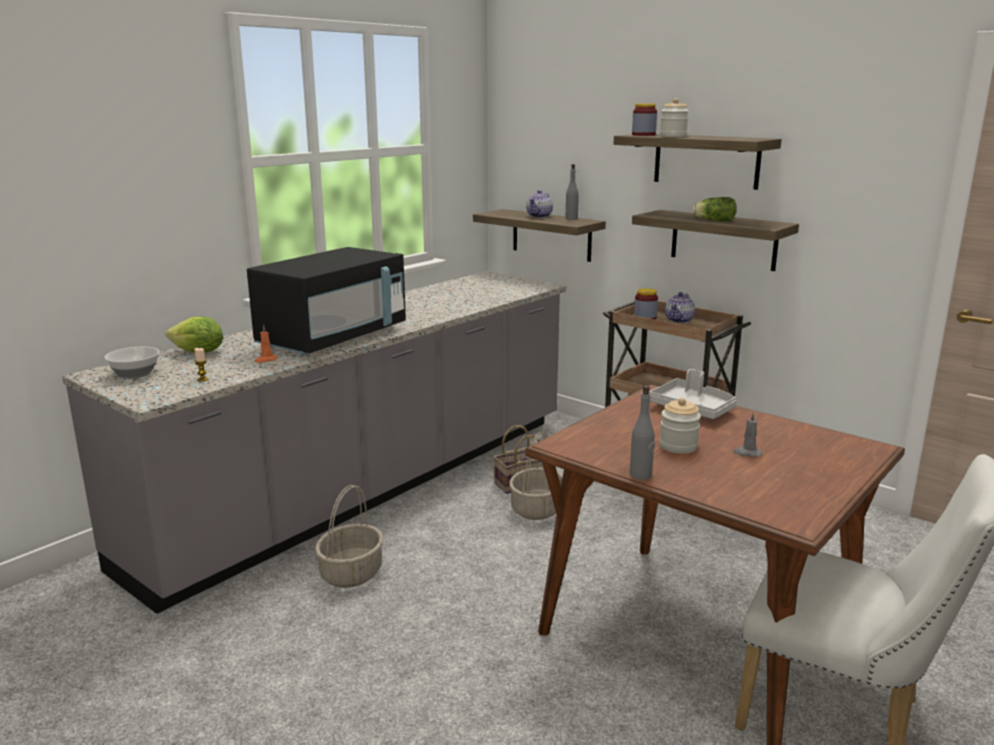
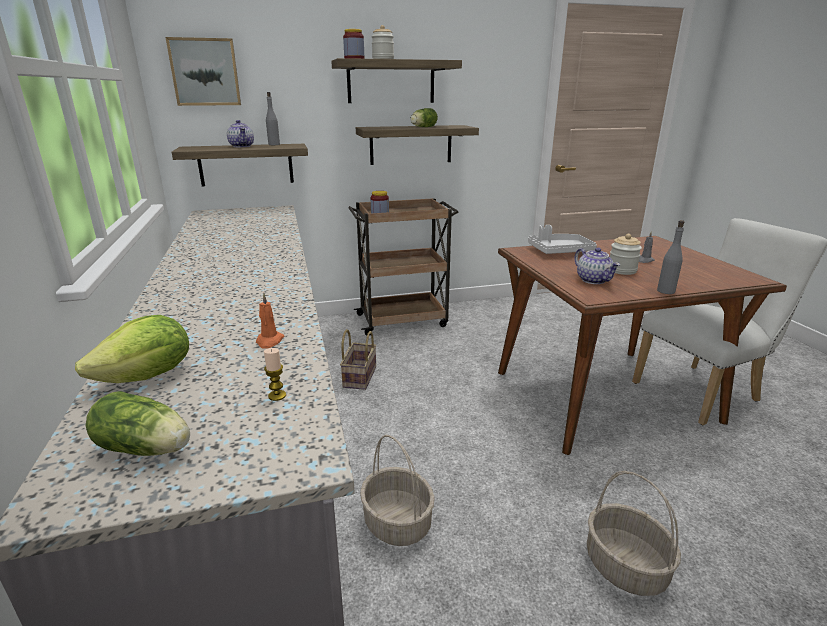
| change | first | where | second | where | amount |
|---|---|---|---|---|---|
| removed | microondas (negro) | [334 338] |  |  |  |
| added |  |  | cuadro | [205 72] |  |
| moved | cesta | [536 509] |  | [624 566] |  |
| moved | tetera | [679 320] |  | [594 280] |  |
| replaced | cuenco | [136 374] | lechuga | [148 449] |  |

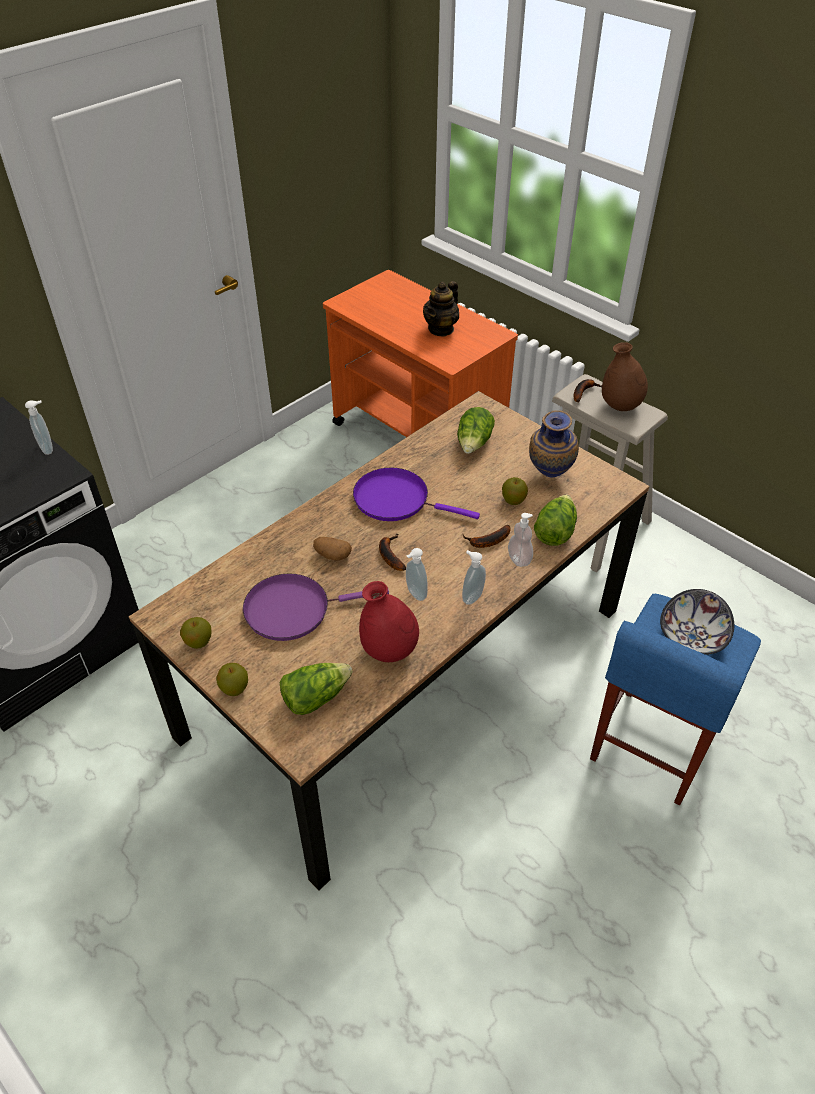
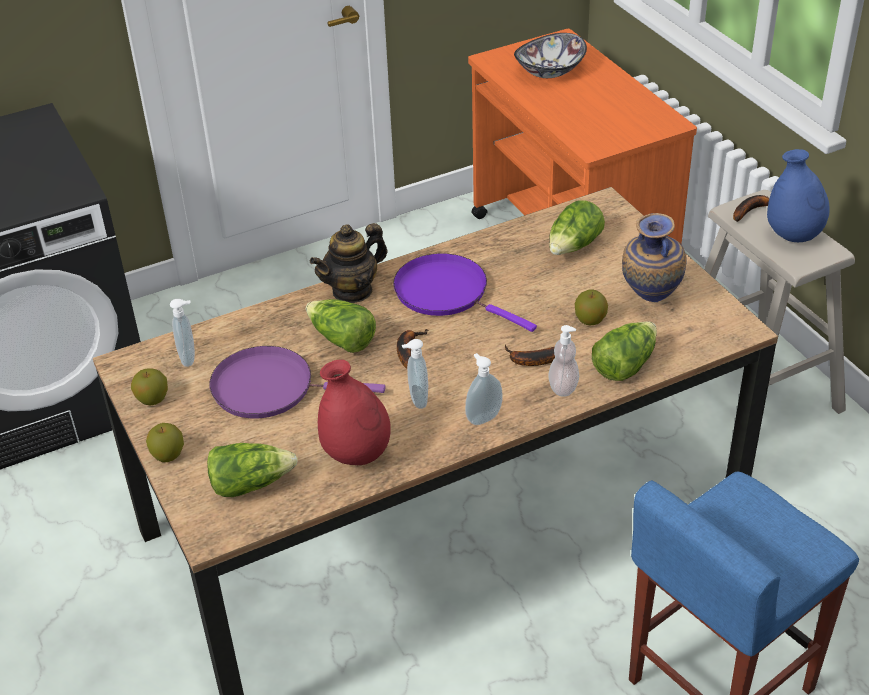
| change | first | where | second | where | amount |
|---|---|---|---|---|---|
| moved | dispensador de jabón | [48 448] |  | [190 358] |  |
| moved | tetera | [441 329] |  | [352 291] |  |
| moved | cuenco | [692 637] |  | [550 72] |  |
| replaced | patata | [332 555] | lechuga | [341 339] |  |
| recoloured | florero (marrón) | [620 406] | florero (azul) | [793 236] |  |

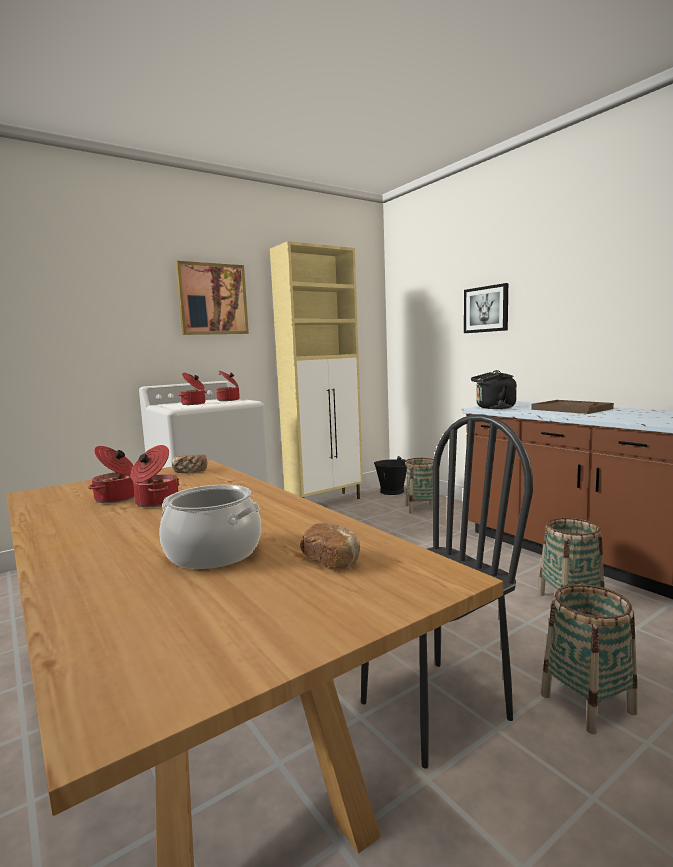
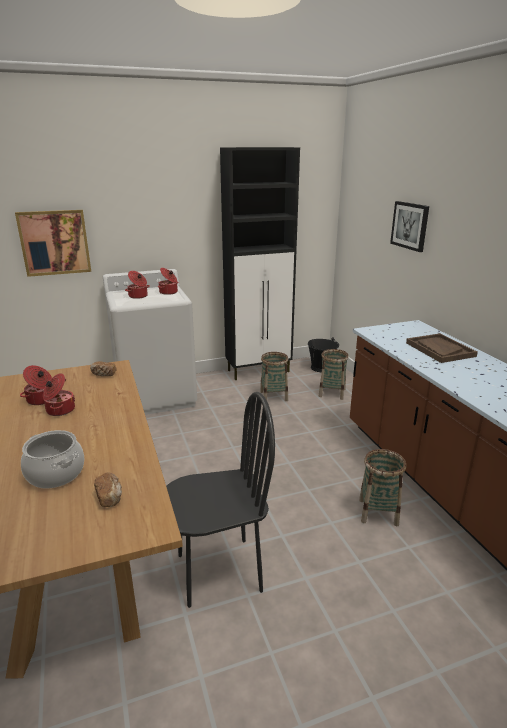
| change | first | where | second | where | amount |
|---|---|---|---|---|---|
| removed | hervidor (negro) | [493 408] |  |  |  |
| moved | cuadro | [212 299] |  | [55 242] |  |
| moved | cesta | [587 703] |  | [274 396] |  |
| recoloured | armario (beis) | [325 502] | armario (negro) | [259 371] |  |

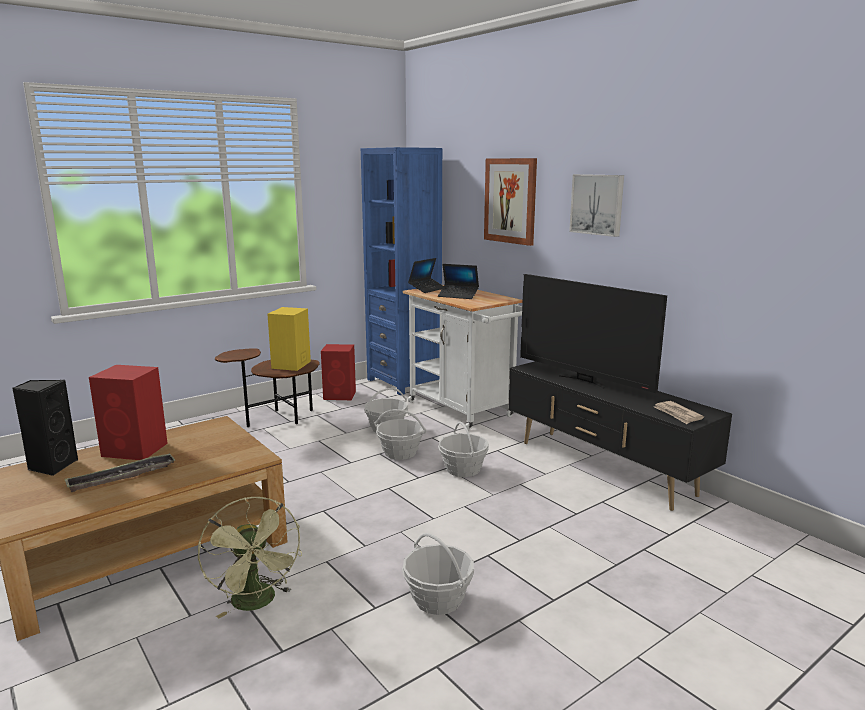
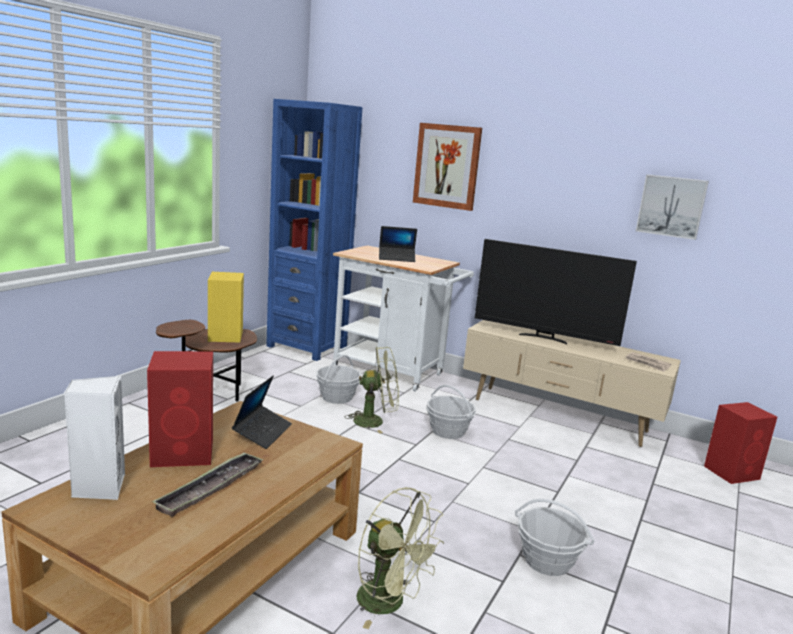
| change | first | where | second | where | amount |
|---|---|---|---|---|---|
| moved | altavoz (rojo) | [340 395] |  | [732 472] |  |
| moved | portátil | [427 289] |  | [262 432] |  |
| moved | cuadro | [597 204] |  | [671 206] |  |
| replaced | cesta | [400 453] | ventilador (verde) | [375 421] |  |
| recoloured | altavoz (negro) | [52 466] | altavoz (blanco) | [99 488] |  |
| recoloured | mueble de televisión (negro) | [603 468] | mueble de televisión (beis) | [559 416] |  |

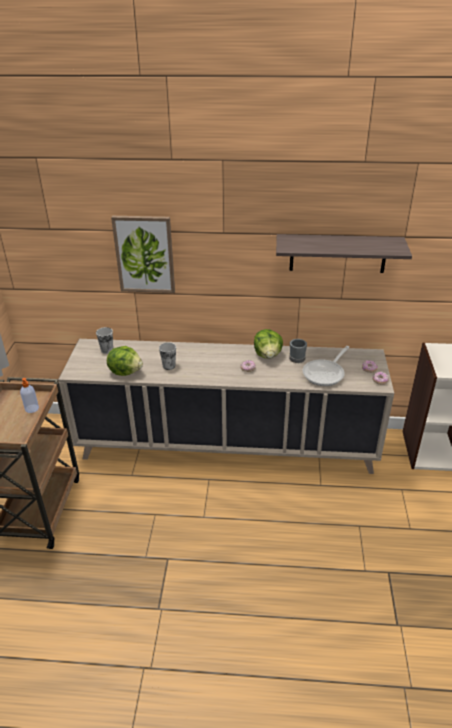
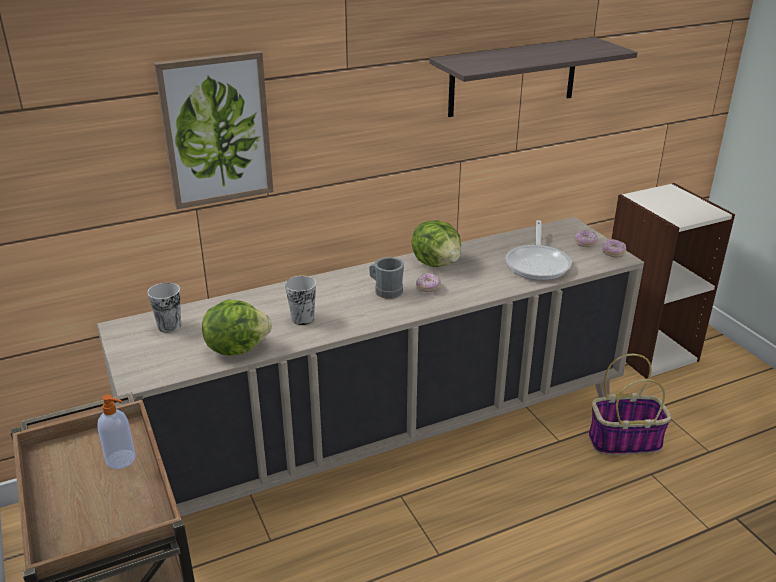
| change | first | where | second | where | amount |
|---|---|---|---|---|---|
| added |  |  | cesta | [625 441] |  |
| moved | taza grande (gris) | [296 357] |  | [386 291] |  |

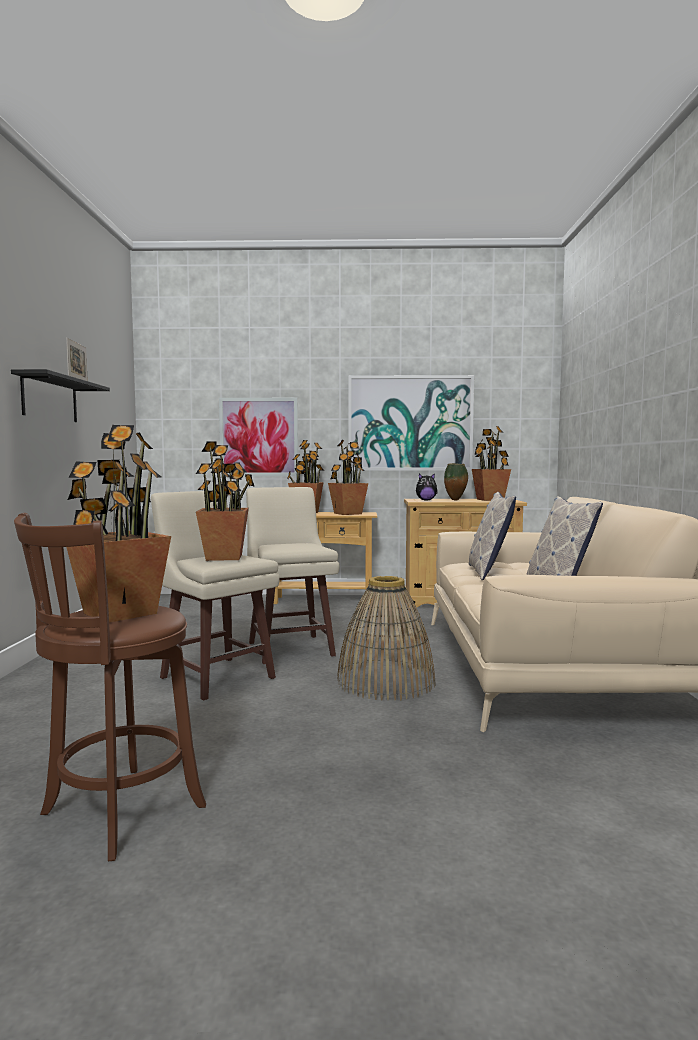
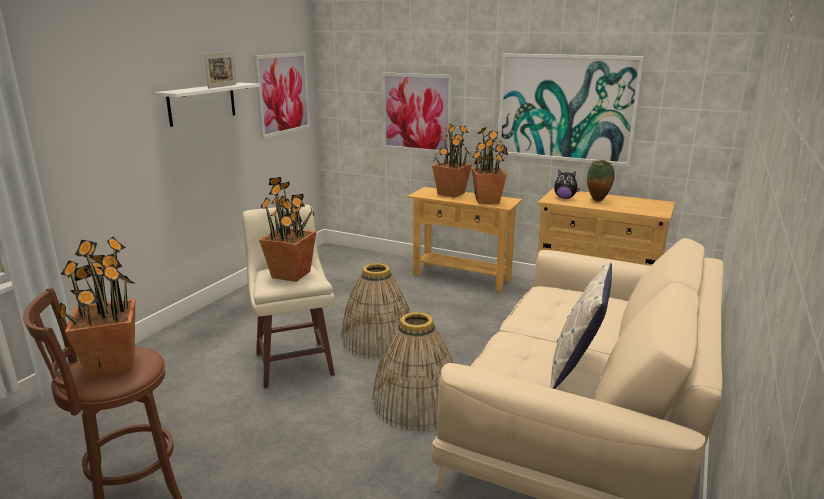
| change | first | where | second | where | amount |
|---|---|---|---|---|---|
| removed | cojín | [489 572] |  |  |  |
| removed | planta en maceta | [489 499] |  |  |  |
| added |  |  | cuadro | [283 94] |  |
| replaced | taburete (beis) | [290 648] | cesta | [378 340] |  |
| recoloured | estante (negro) | [50 399] | estante (blanco) | [202 103] |  |

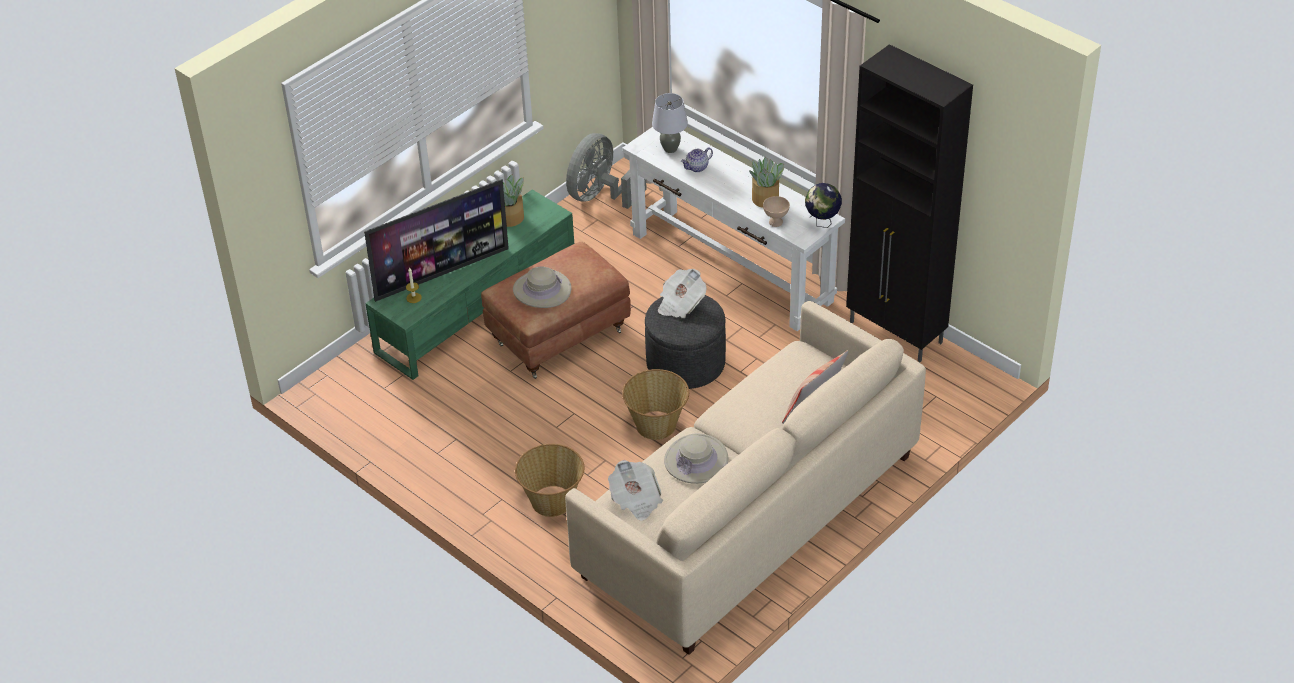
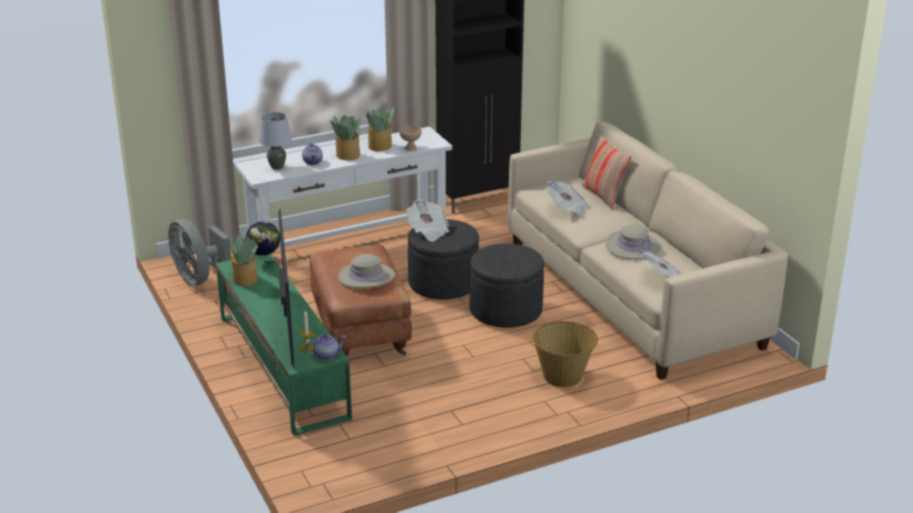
| change | first | where | second | where | amount |
|---|---|---|---|---|---|
| added |  |  | tetera | [326 355] |  |
| added |  |  | planta en maceta | [347 155] |  |
| added |  |  | periódico | [567 209] |  |
| moved | globo terráqueo | [822 223] |  | [264 261] |  |
| replaced | cesta | [656 425] | puf (gris) | [506 311] |  |

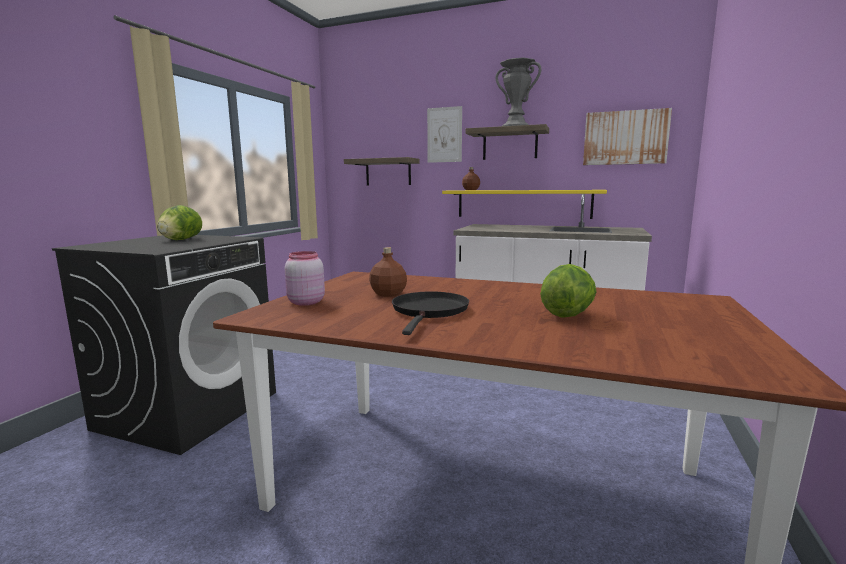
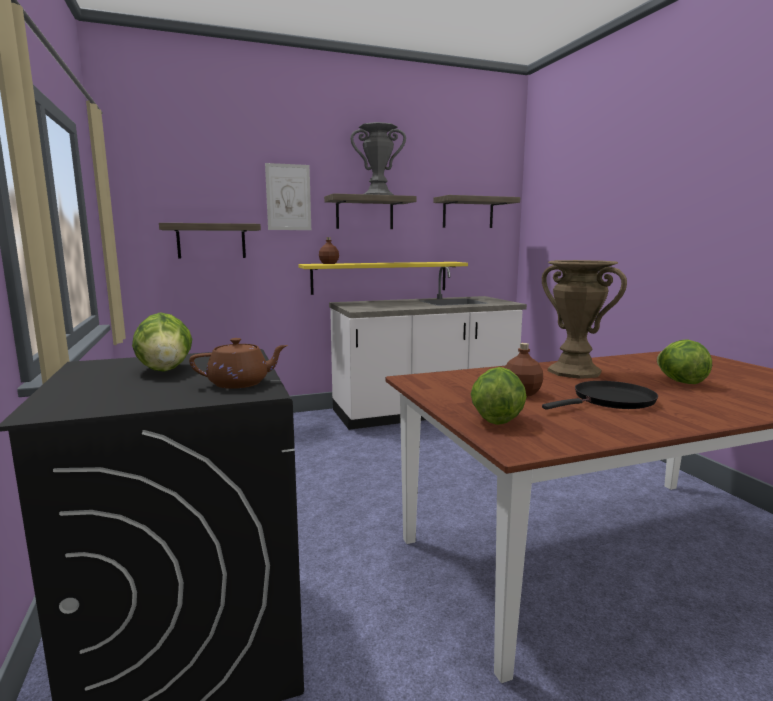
| change | first | where | second | where | amount |
|---|---|---|---|---|---|
| added |  |  | tetera (marrón) | [240 383] |  |
| added |  |  | florero (marrón) | [574 371] |  |
| replaced | tarro (rosa) | [305 302] | lechuga | [496 420] |  |
| replaced | cuadro | [625 138] | estante | [468 213] |  |
| turned | sartén (negro) | [429 311] |  | [610 401] | 90 degrees clockwise |

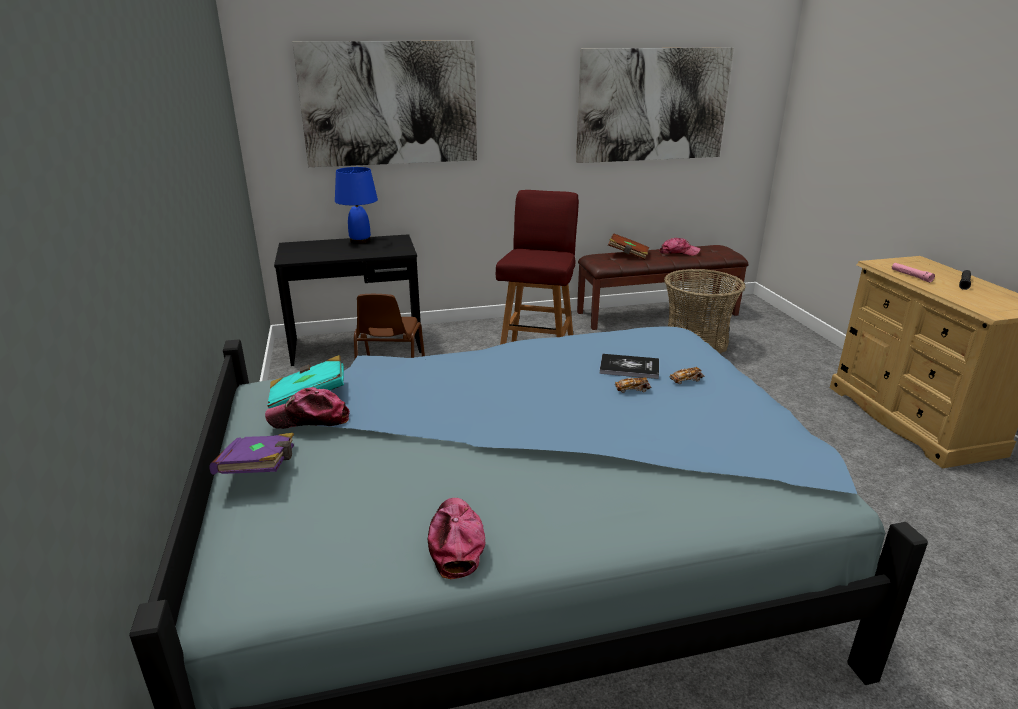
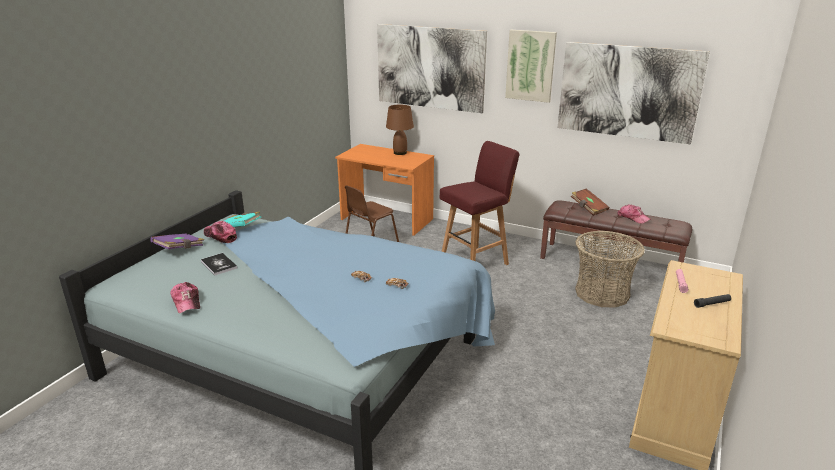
| change | first | where | second | where | amount |
|---|---|---|---|---|---|
| added |  |  | cuadro | [530 65] |  |
| moved | libro | [629 367] |  | [219 265] |  |
| recoloured | escritorio (negro) | [357 346] | escritorio (naranja) | [386 219] |  |
| recoloured | lámpara de mesa (azul) | [360 241] | lámpara de mesa (marrón) | [399 153] |  |
| turned | gorra | [455 542] |  | [187 302] | 120 degrees clockwise |

